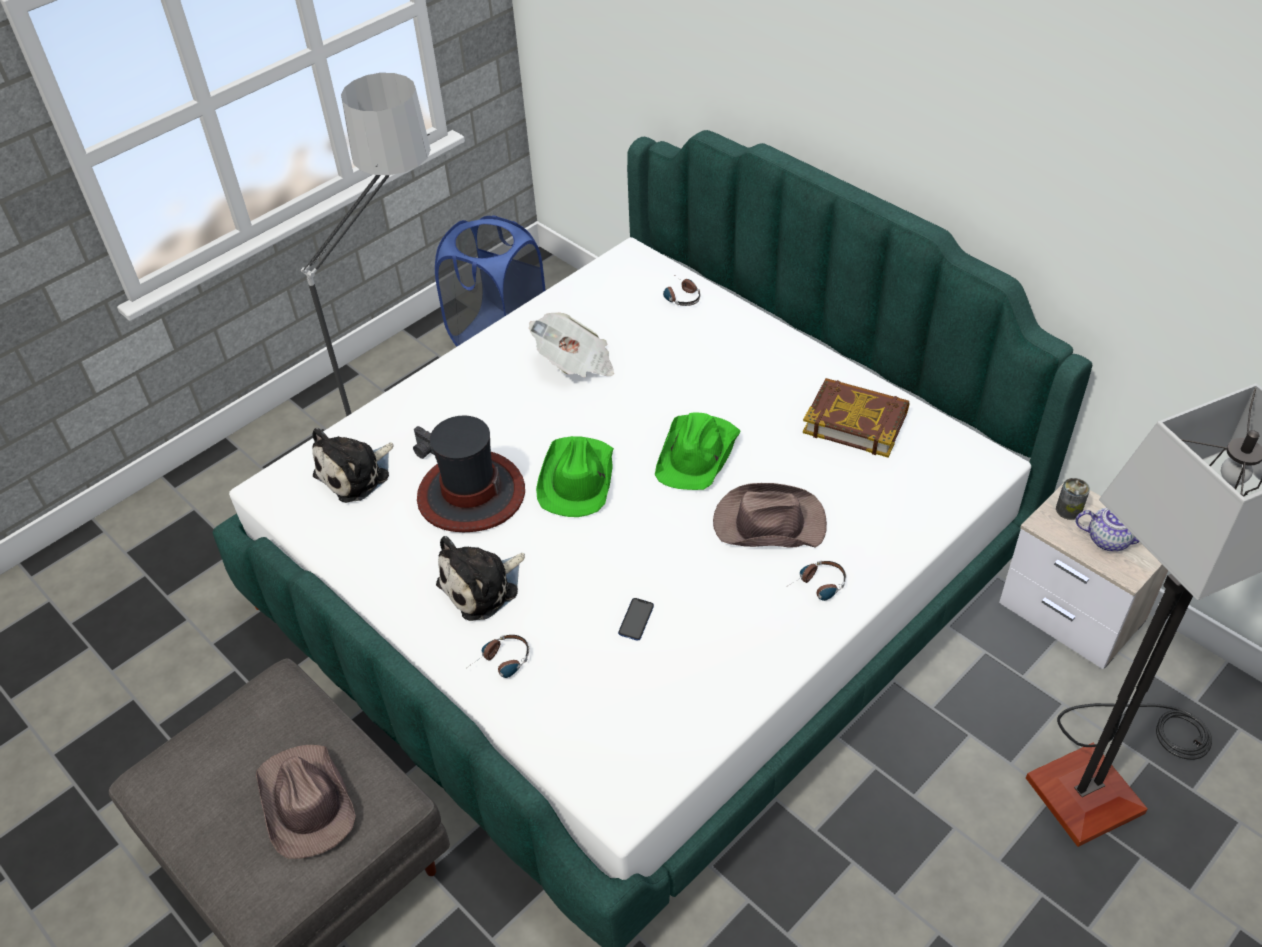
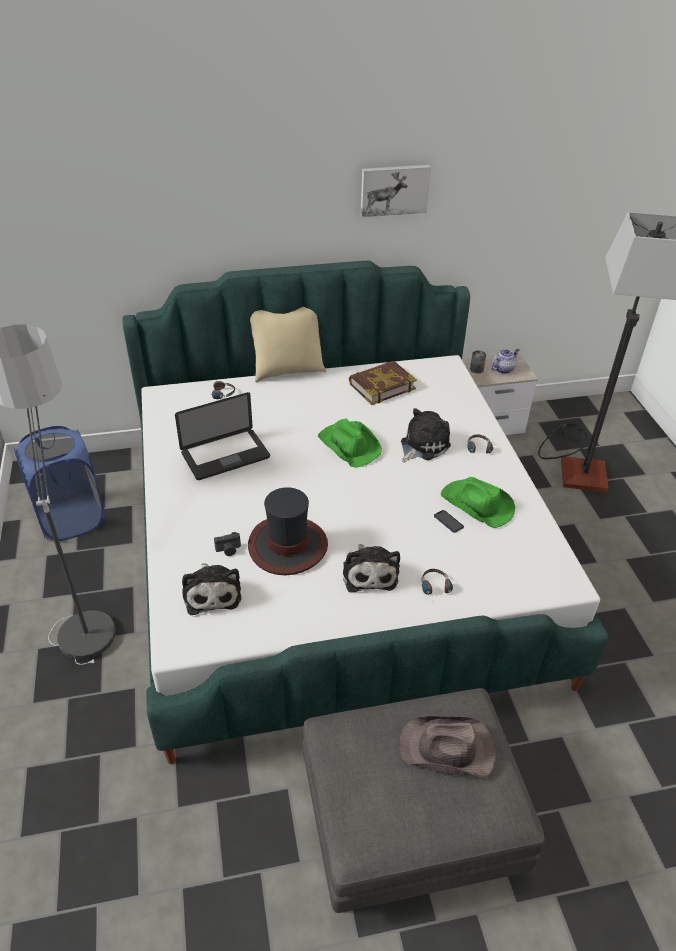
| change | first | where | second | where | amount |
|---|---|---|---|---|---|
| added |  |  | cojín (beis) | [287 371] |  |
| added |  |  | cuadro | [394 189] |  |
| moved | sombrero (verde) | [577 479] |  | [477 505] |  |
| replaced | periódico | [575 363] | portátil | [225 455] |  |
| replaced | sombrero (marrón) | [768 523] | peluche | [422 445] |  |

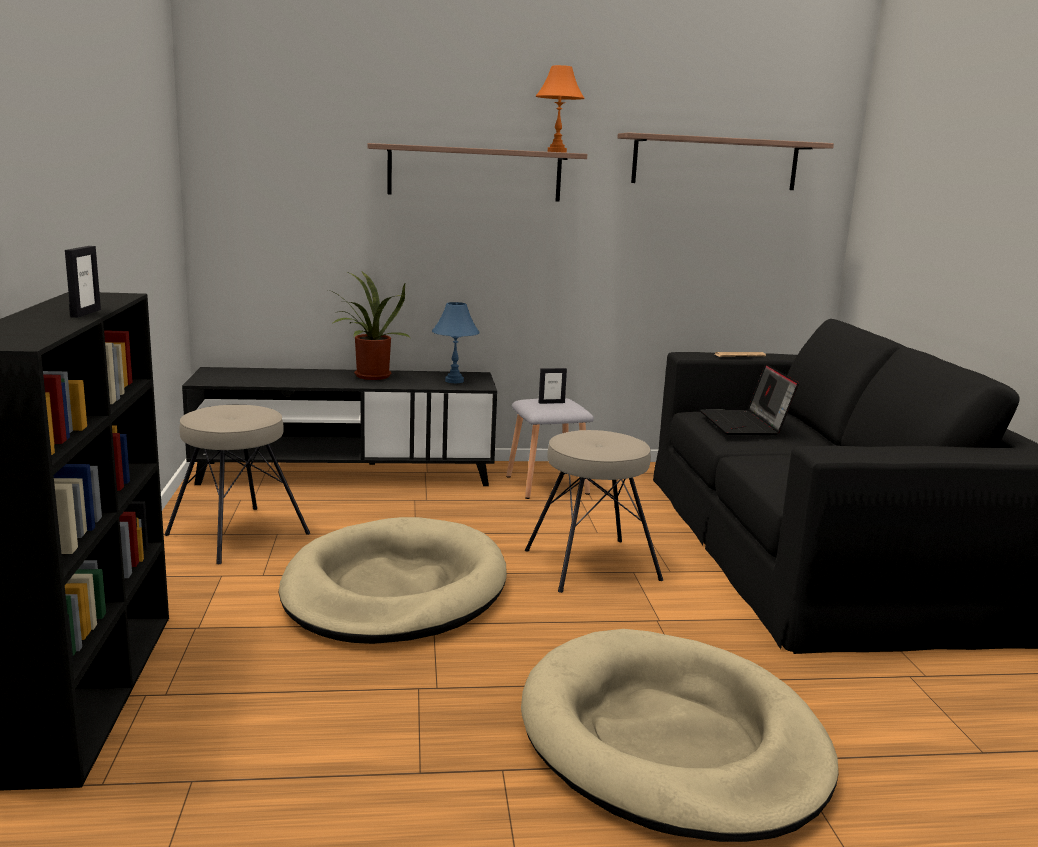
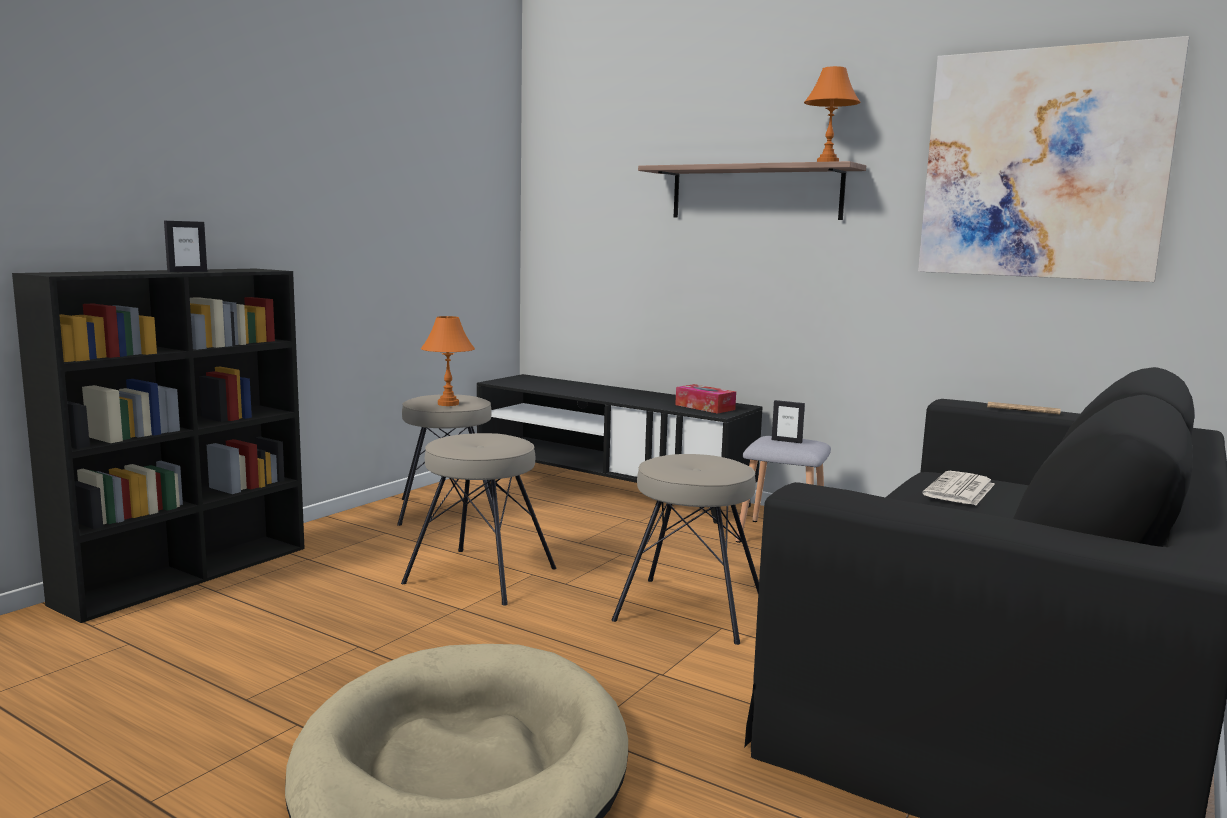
| change | first | where | second | where | amount |
|---|---|---|---|---|---|
| removed | planta en maceta | [369 377] |  |  |  |
| added |  |  | lámpara de mesa (naranja) | [448 404] |  |
| replaced | cama para perro (beis) | [395 590] | taburete (beis) | [480 576] |  |
| replaced | lámpara de mesa (azul) | [454 381] | caja de pañuelos | [705 407] |  |
| replaced | estante | [715 162] | cuadro | [1042 165] |  |
| replaced | portátil | [745 424] | periódico | [960 490] |  |

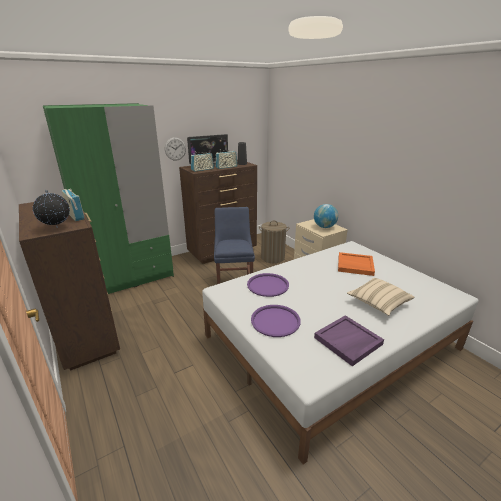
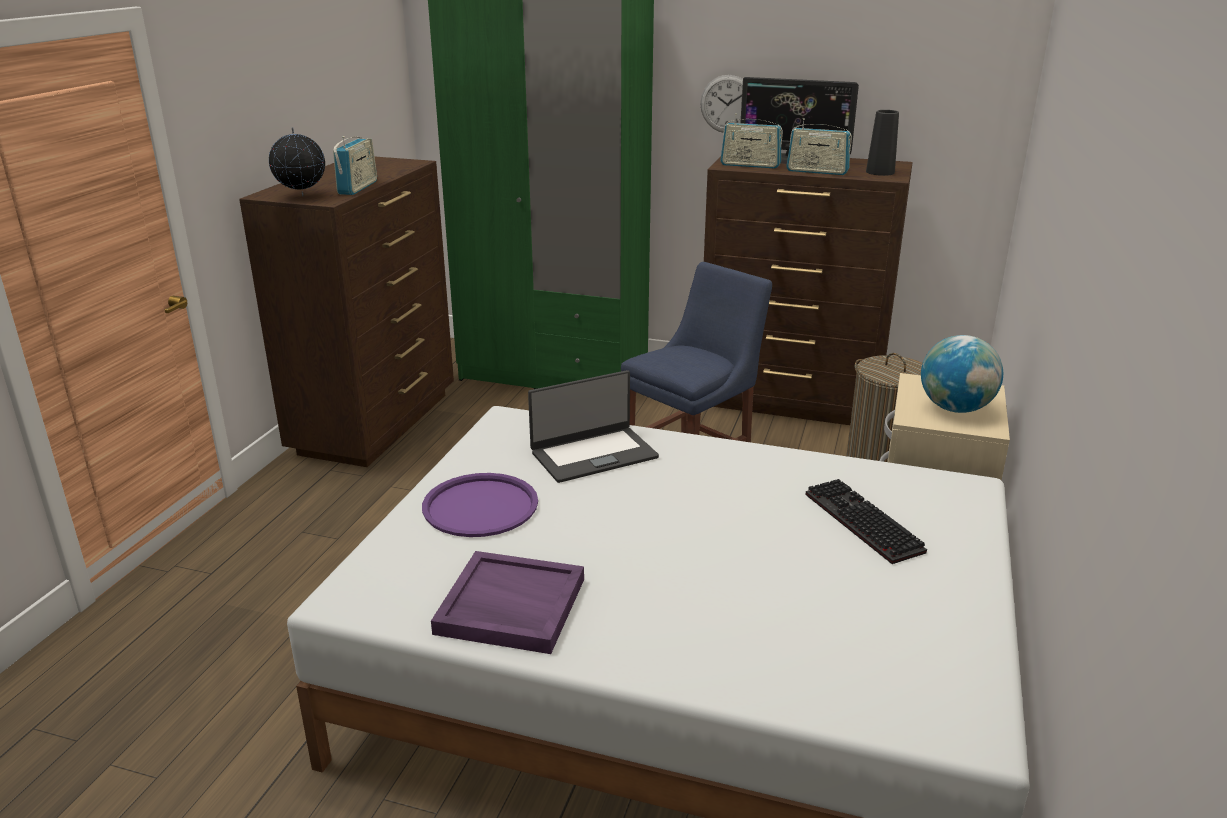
| change | first | where | second | where | amount |
|---|---|---|---|---|---|
| removed | cojín (beis) | [378 303] |  |  |  |
| replaced | bandeja (morado) | [267 285] | portátil | [593 454] |  |
| replaced | bandeja (naranja) | [355 265] | teclado | [859 522] |  |

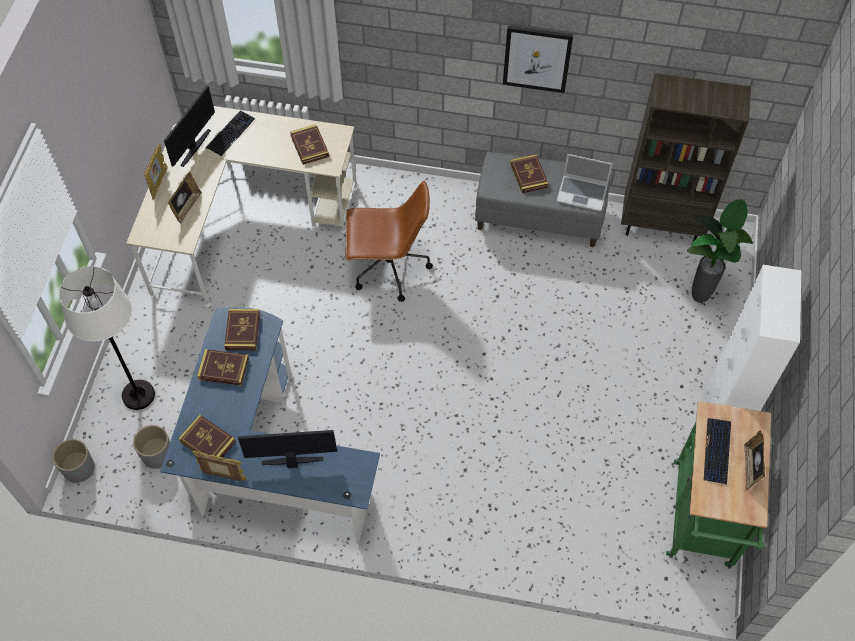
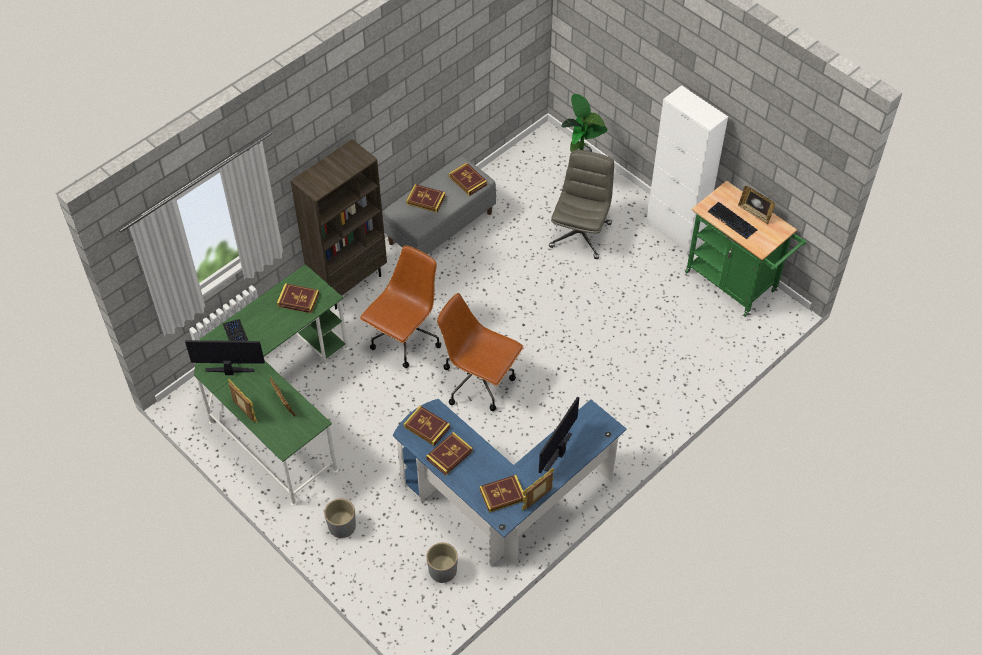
| change | first | where | second | where | amount |
|---|---|---|---|---|---|
| removed | lámpara de pie (blanco) | [138 395] |  |  |  |
| removed | cuadro | [537 58] |  |  |  |
| added |  |  | silla de oficina (marrón) | [479 383] |  |
| added |  |  | silla de oficina (gris) | [580 234] |  |
| moved | maceta (gris) | [79 469] |  | [342 526] |  |
| moved | estantería (marrón) | [661 226] |  | [349 283] |  |
| replaced | portátil | [582 193] | libro | [468 180] |  |
| recoloured | escritorio (beis) | [243 221] | escritorio (verde) | [278 406] |  |
| turned | monitor | [194 147] |  | [229 371] | 60 degrees counterclockwise |

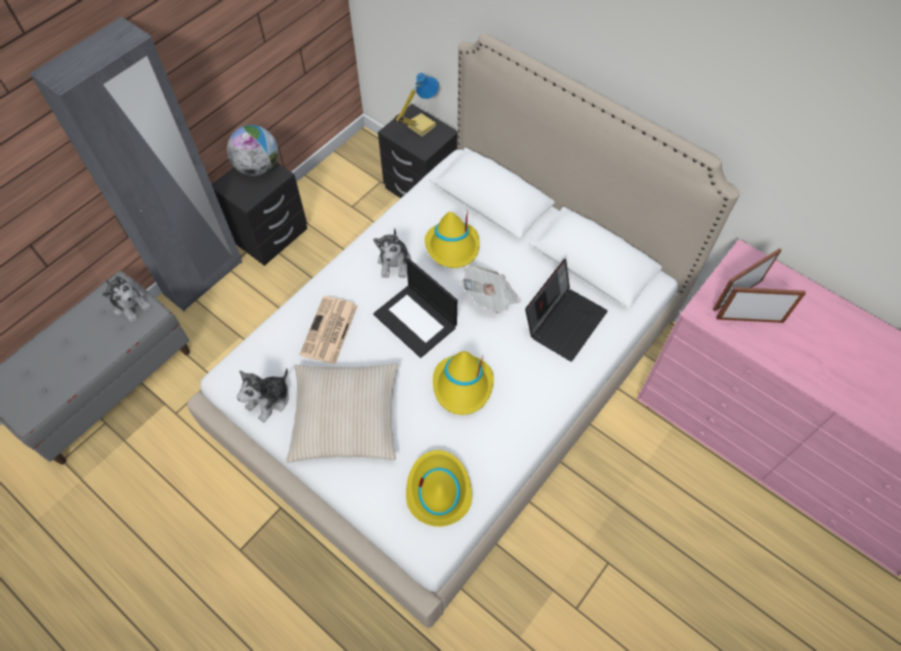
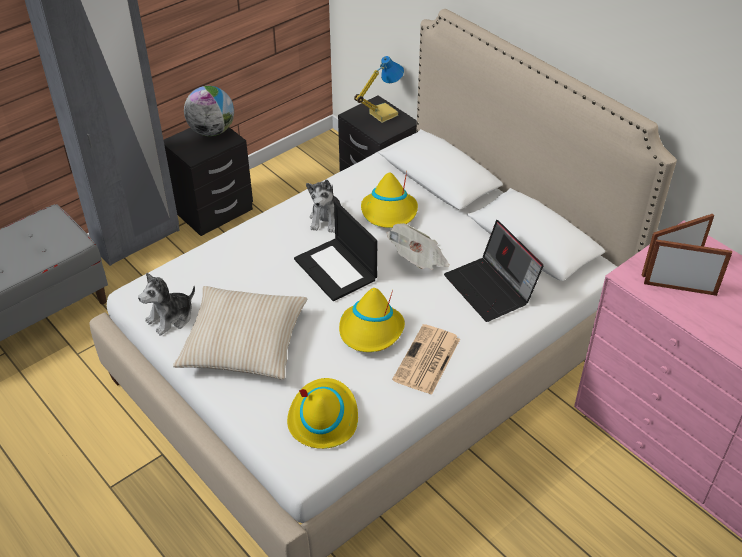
| change | first | where | second | where | amount |
|---|---|---|---|---|---|
| removed | peluche | [130 305] |  |  |  |
| moved | periódico | [329 331] |  | [427 360] |  |
| turned | portátil | [564 321] |  | [491 289] | 105 degrees clockwise |

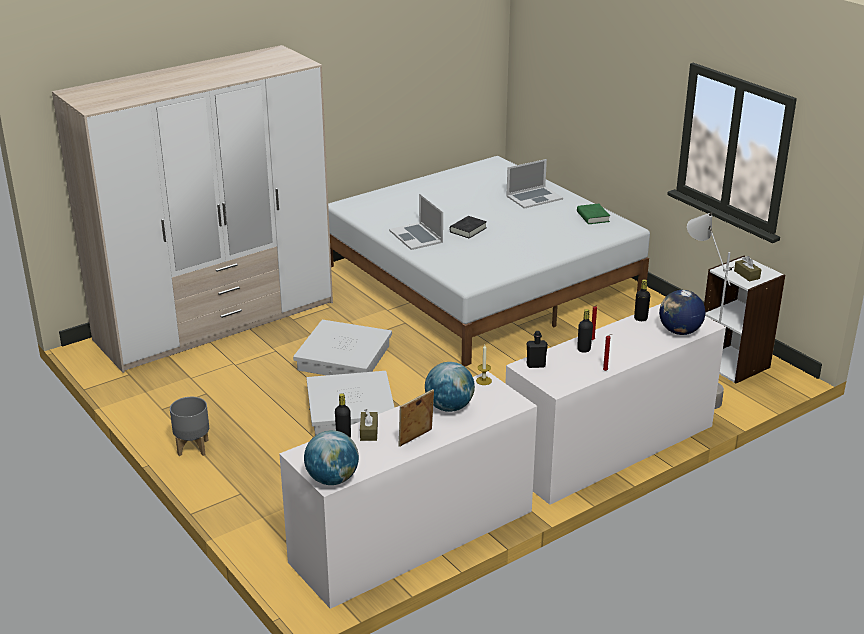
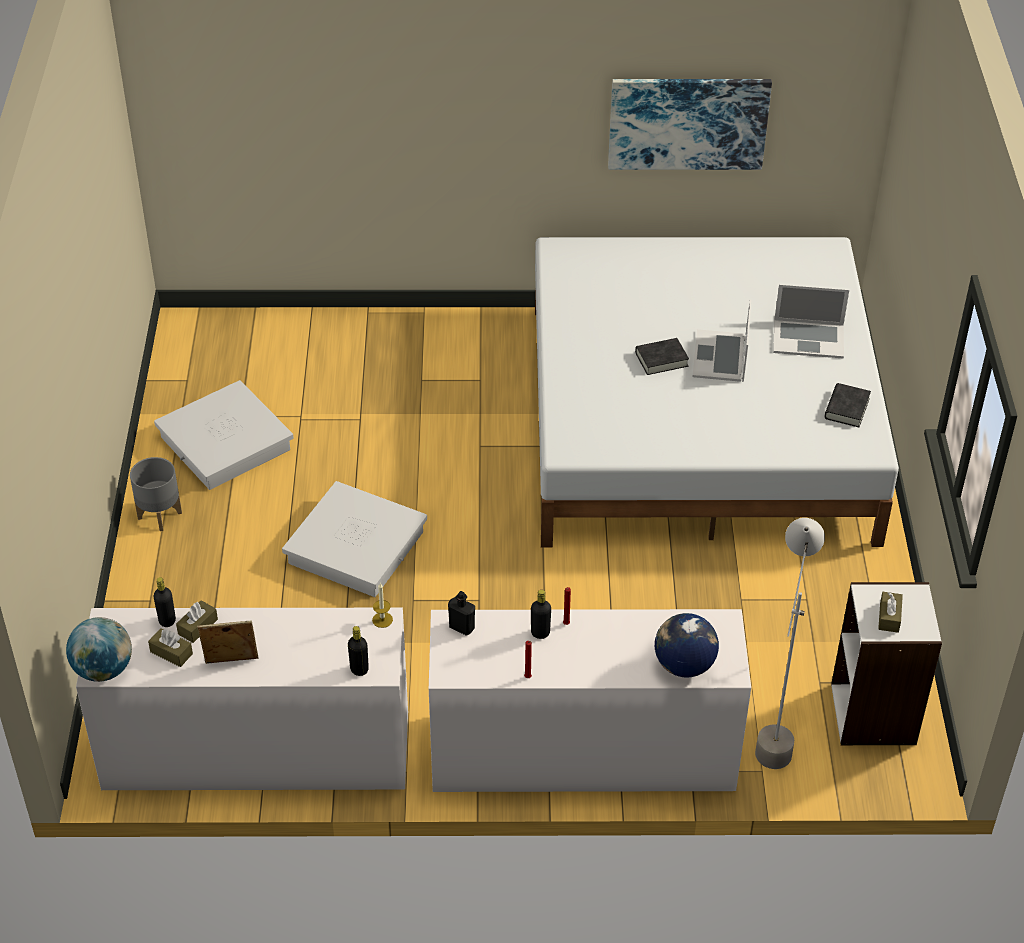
| change | first | where | second | where | amount |
|---|---|---|---|---|---|
| removed | armario ropero | [216 321] |  |  |  |
| removed | globo terráqueo | [449 407] |  |  |  |
| added |  |  | caja de pañuelos (marrón) | [171 653] |  |
| added |  |  | cuadro | [688 122] |  |
| moved | caja de almacenaje (blanco) | [343 357] |  | [225 443] |  |
| moved | portátil | [416 236] |  | [720 356] |  |
| moved | botella (negro) | [640 318] |  | [359 669] |  |
| recoloured | libro (verde) | [593 217] | libro (negro) | [846 408] |  |

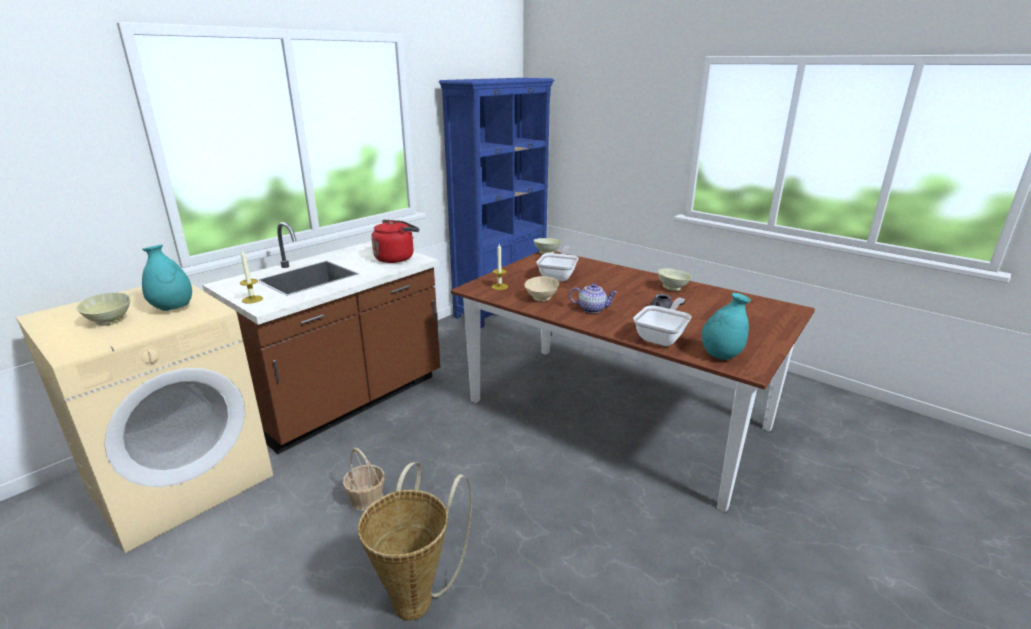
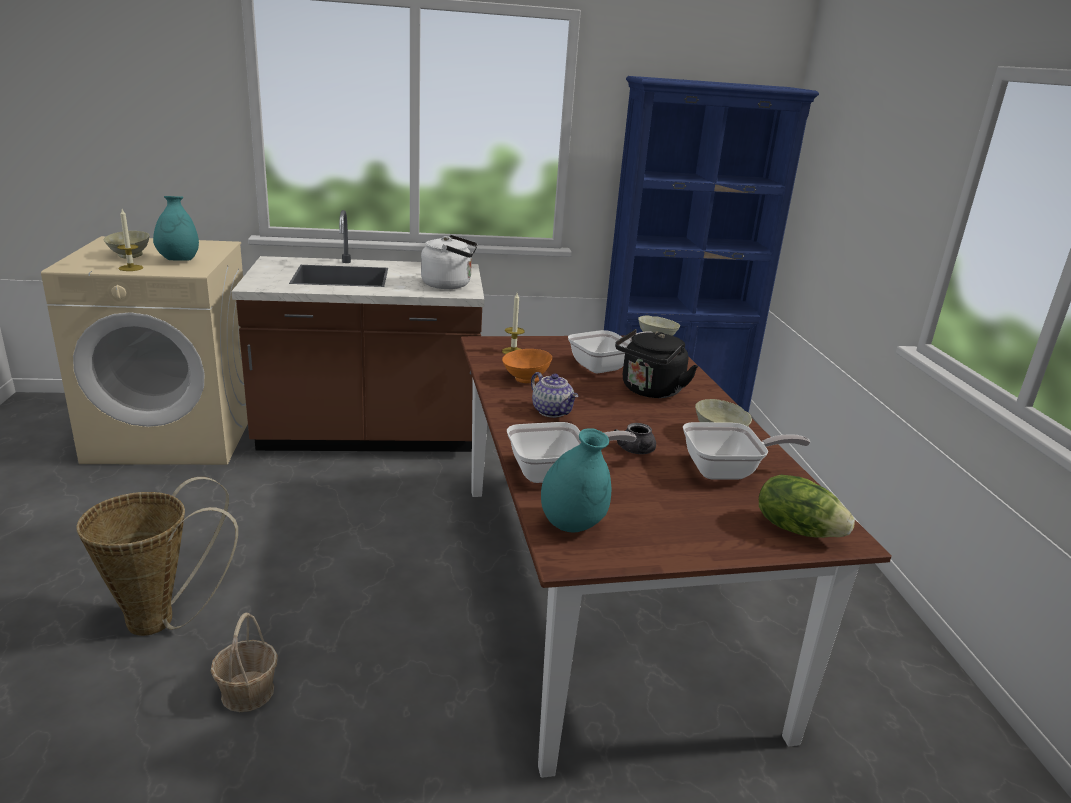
| change | first | where | second | where | amount |
|---|---|---|---|---|---|
| added |  |  | hervidor (negro) | [650 391] |  |
| added |  |  | sartén | [728 471] |  |
| added |  |  | lechuga | [797 529] |  |
| moved | vela | [252 299] |  | [131 268] |  |
| moved | cesta | [366 499] |  | [247 693] |  |
| recoloured | hervidor (rojo) | [396 258] | hervidor (blanco) | [449 285] |  |
| recoloured | cuenco (beis) | [541 298] | cuenco (naranja) | [525 379] |  |

